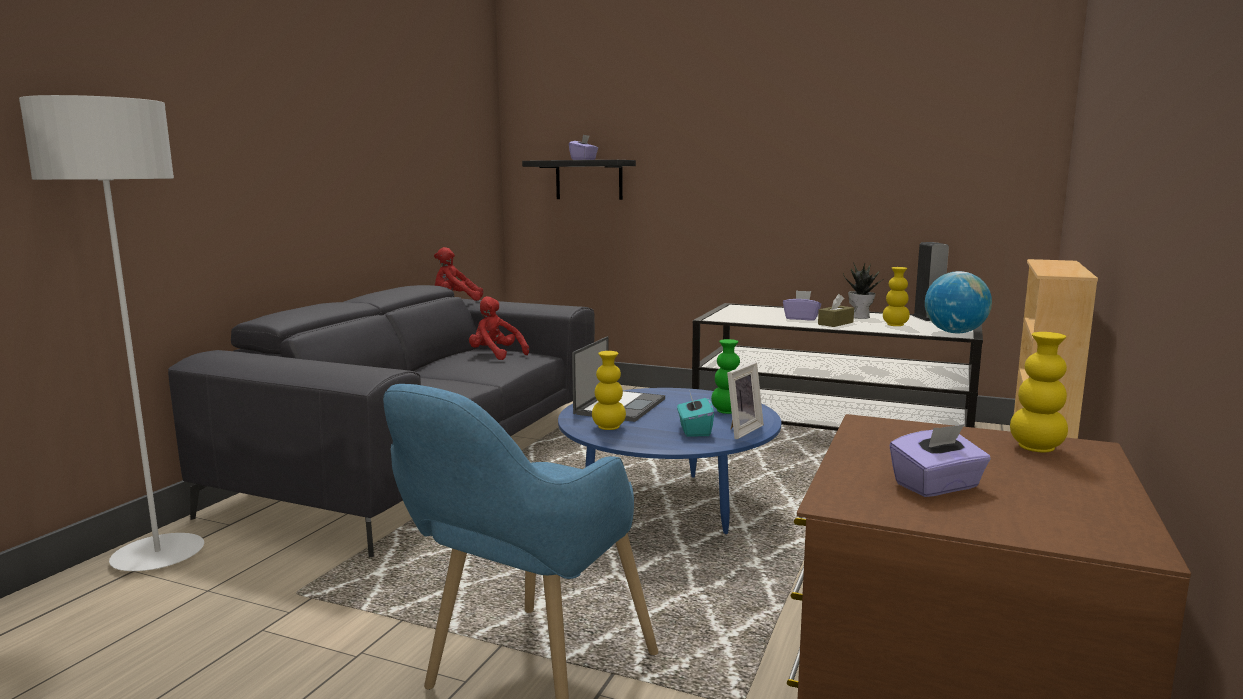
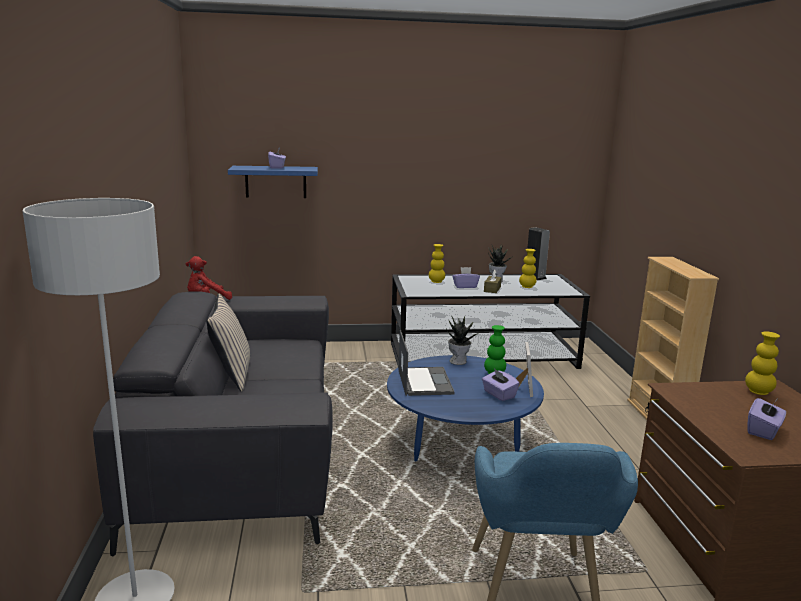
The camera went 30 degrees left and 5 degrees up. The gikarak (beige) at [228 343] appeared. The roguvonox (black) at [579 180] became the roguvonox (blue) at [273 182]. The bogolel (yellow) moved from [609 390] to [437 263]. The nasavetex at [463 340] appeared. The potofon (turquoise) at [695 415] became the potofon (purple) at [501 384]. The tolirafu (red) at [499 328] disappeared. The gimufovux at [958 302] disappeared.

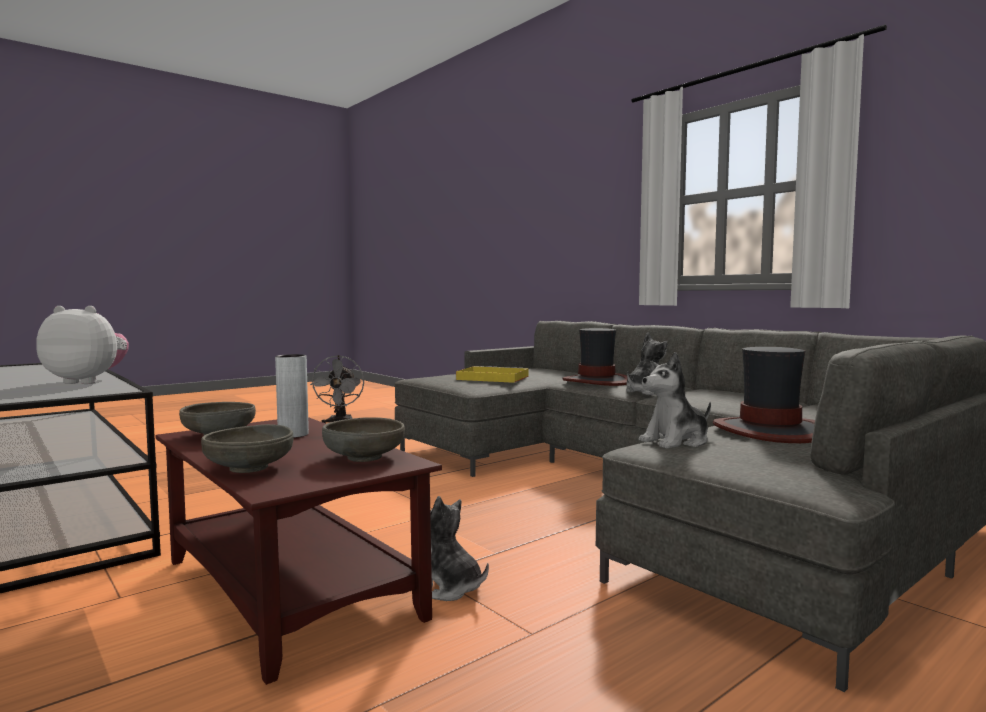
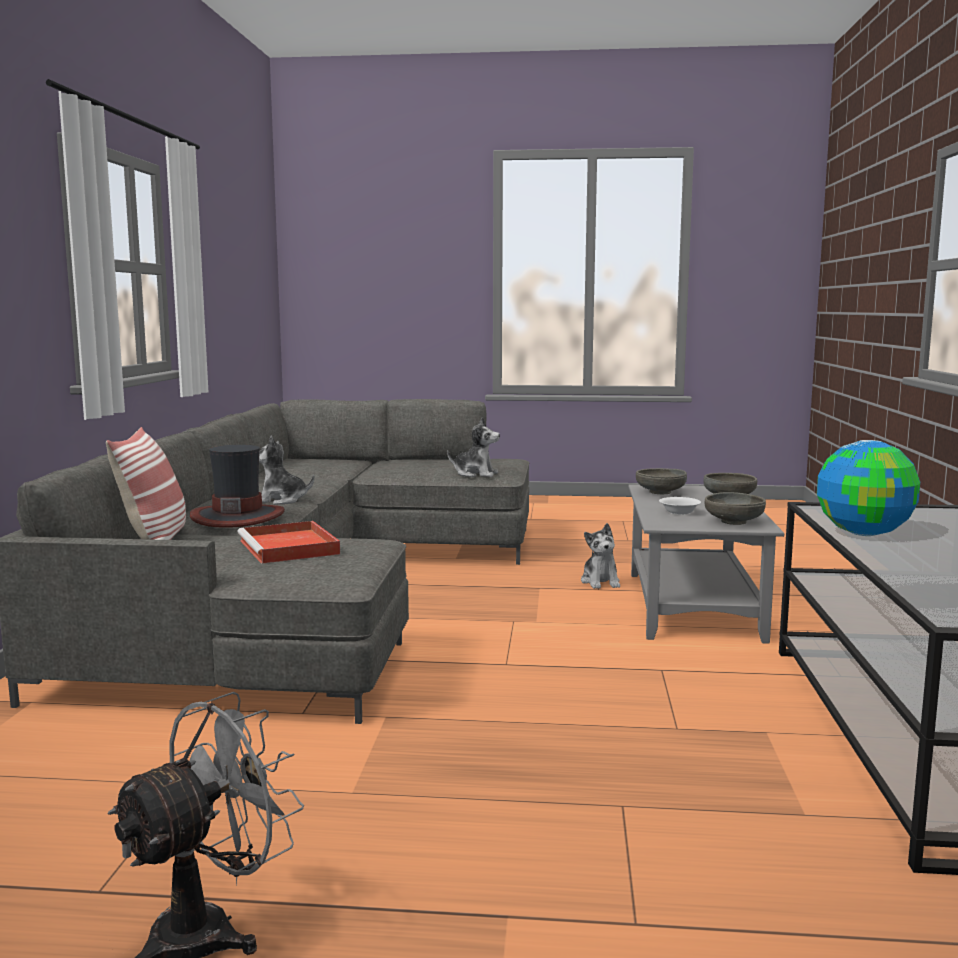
The camera went 135 degrees left and 5 degrees up. The gikarak at [146 483] appeared. The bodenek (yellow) at [492 374] became the bodenek (red) at [289 542]. The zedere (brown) at [299 551] became the zedere (grey) at [706 564]. The bogolel (grey) at [292 396] was replaced by the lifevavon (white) at [680 506]. The tolirafu at [82 345] was replaced by the gimufovux at [868 488]. The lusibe at [764 395] disappeared.

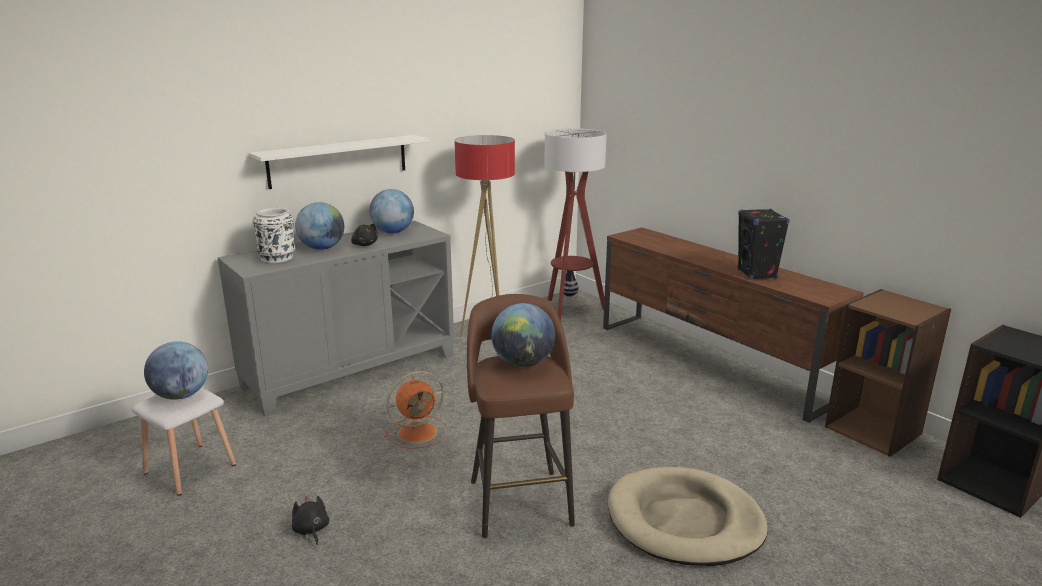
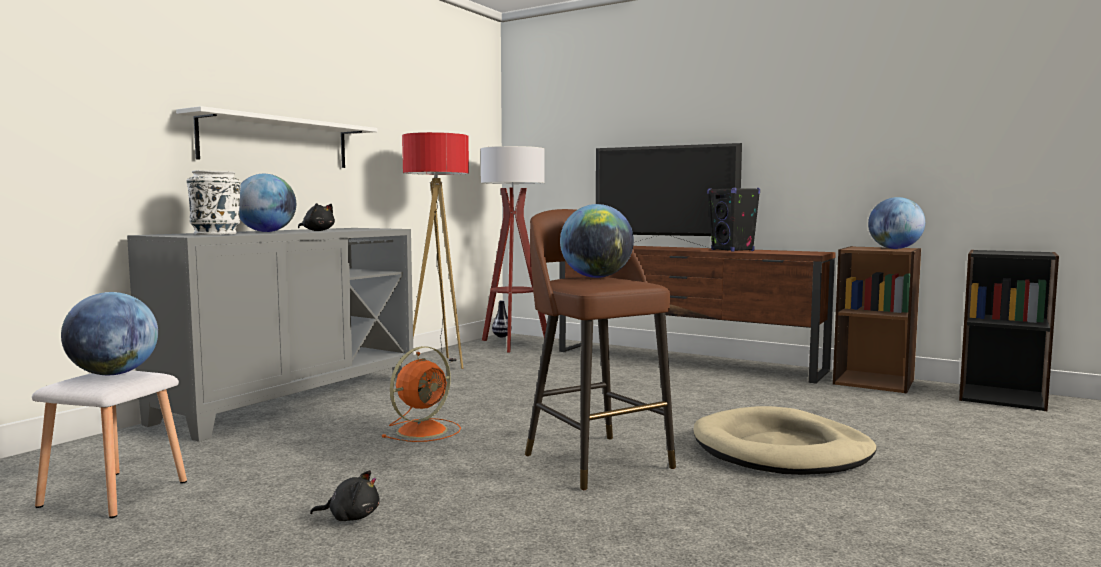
The camera went 20 degrees left and 15 degrees down. The tolirafu (black) at [310 520] turned 135 degrees clockwise. The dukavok at [669 195] appeared. The gimufovux moved from [391 211] to [896 223].

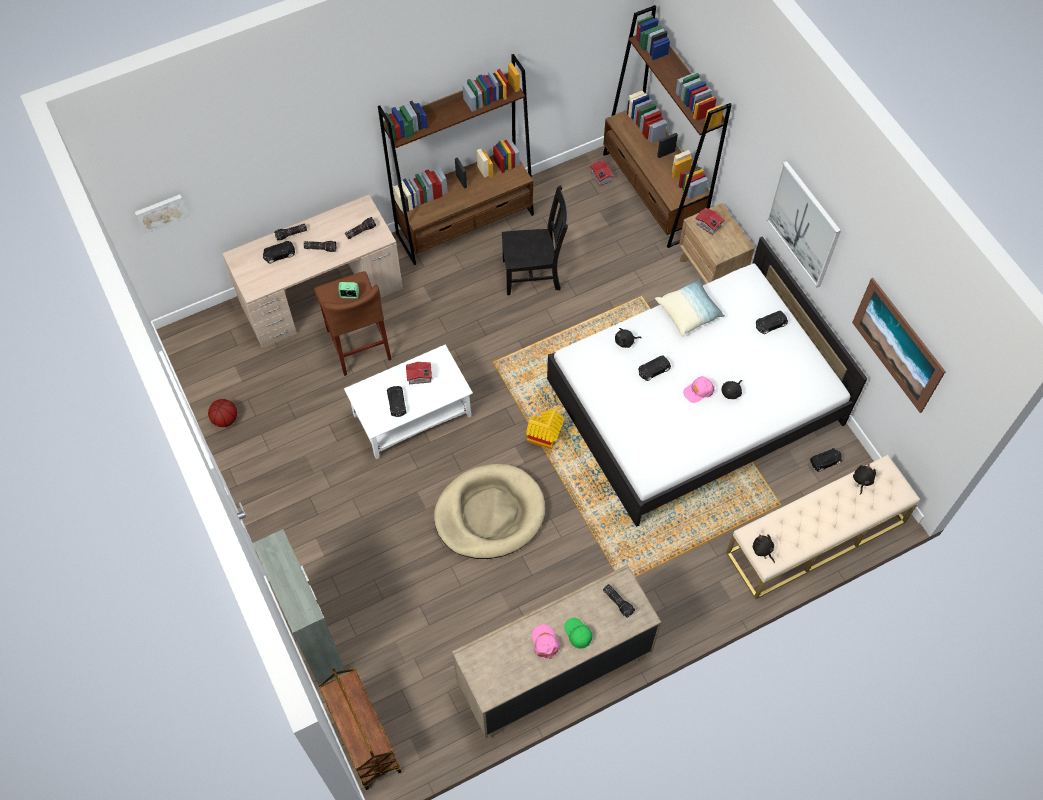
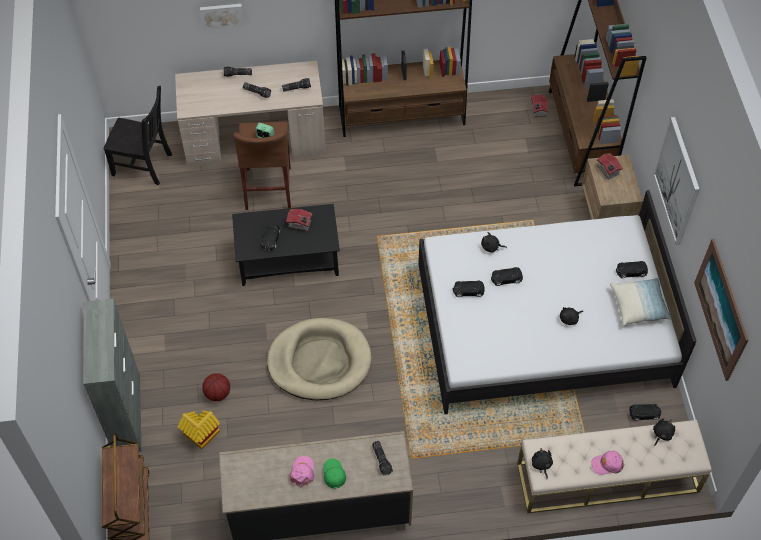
The camera went 20 degrees right and 5 degrees down. The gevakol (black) moved from [535 240] to [137 135]. The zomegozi moved from [545 429] to [199 430]. The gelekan moved from [162 214] to [222 17]. The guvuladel moved from [222 413] to [216 387]. The zedere (white) at [408 402] became the zedere (black) at [286 245]. The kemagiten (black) moved from [279 252] to [468 288]. The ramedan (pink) moved from [699 389] to [608 462]. The gikarak moved from [690 307] to [641 302].

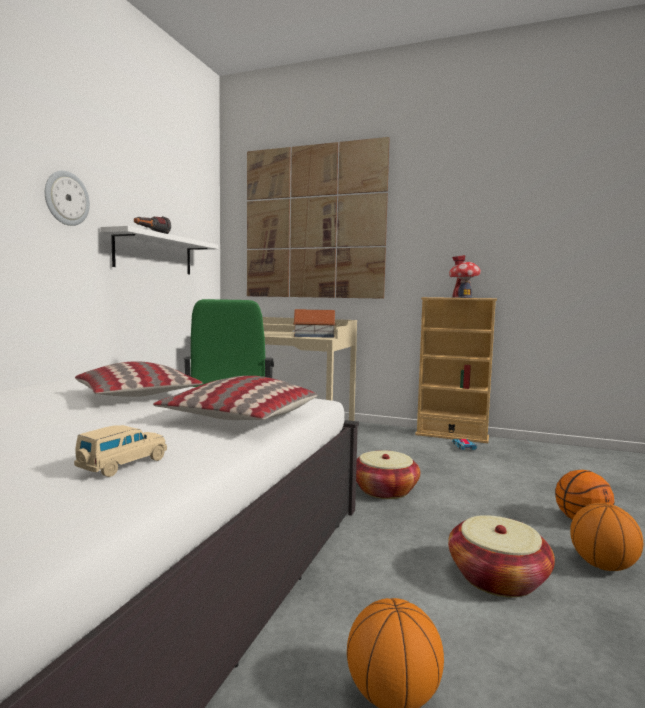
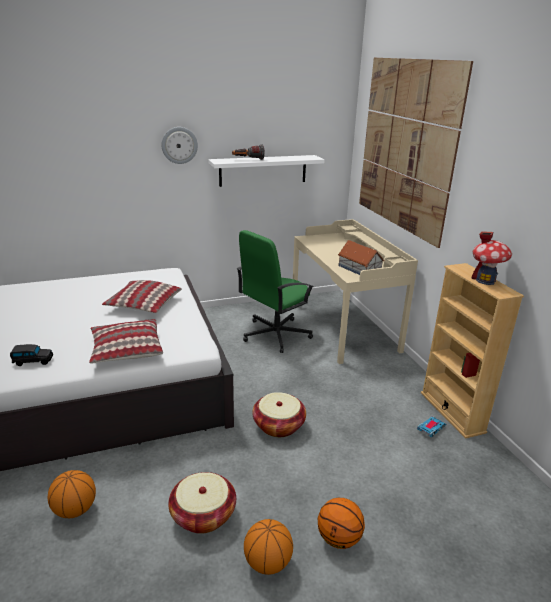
The camera went 50 degrees right and 20 degrees up. The kemagiten (beige) at [120 451] became the kemagiten (black) at [31 355].

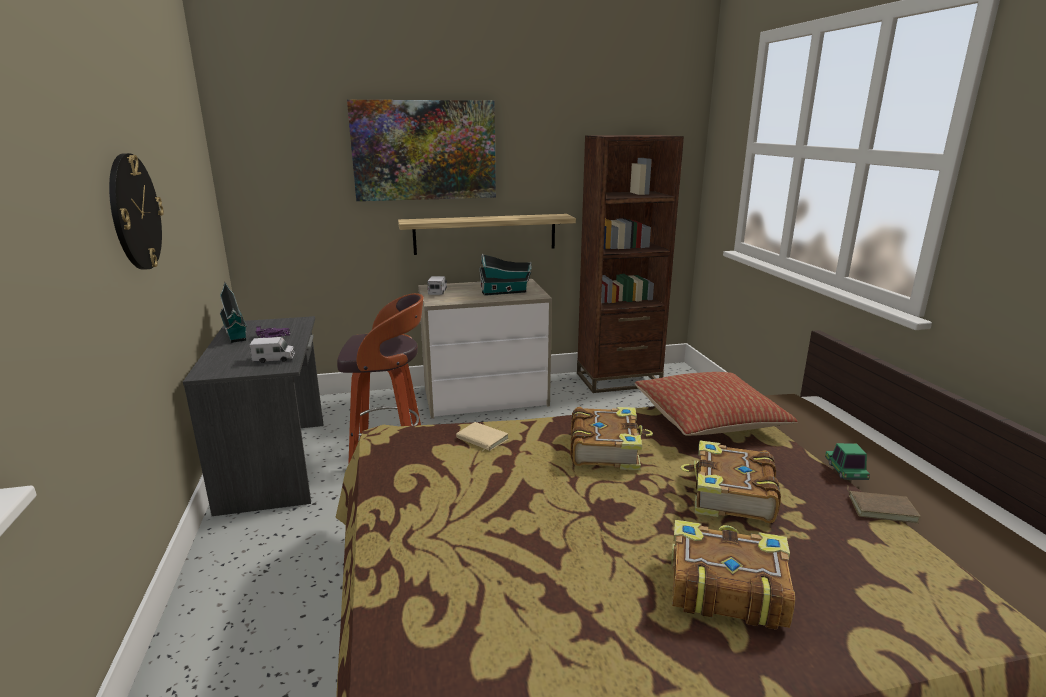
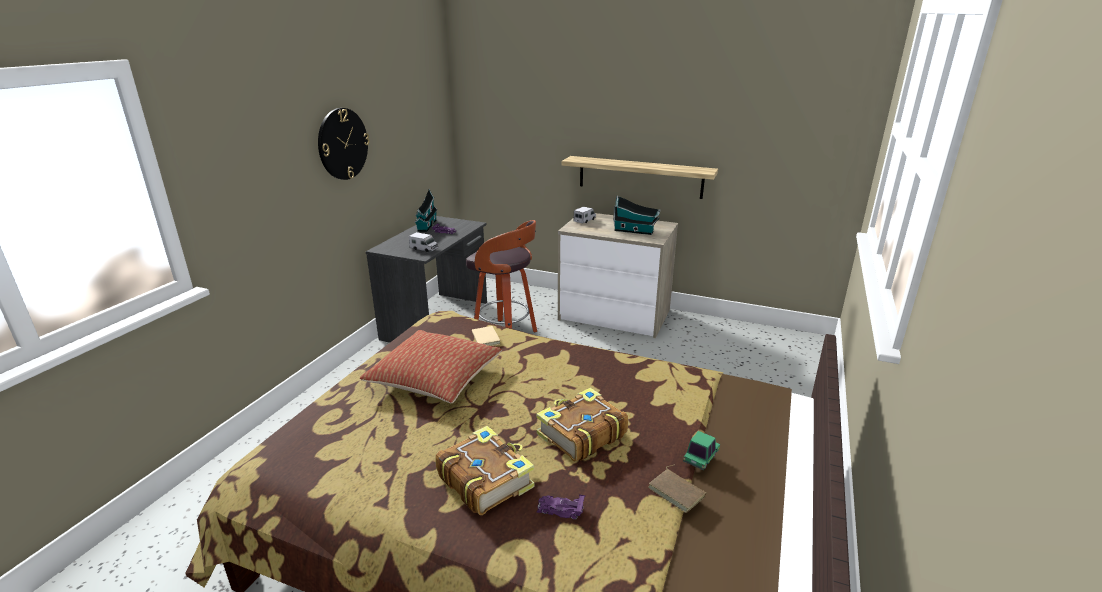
The camera went 35 degrees right and 5 degrees up. The gikarak moved from [716 404] to [431 366]. The kemagiten (purple) at [561 507] appeared. The gelekan at [421 150] disappeared. The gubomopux at [611 438] disappeared. The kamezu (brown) at [630 264] disappeared.

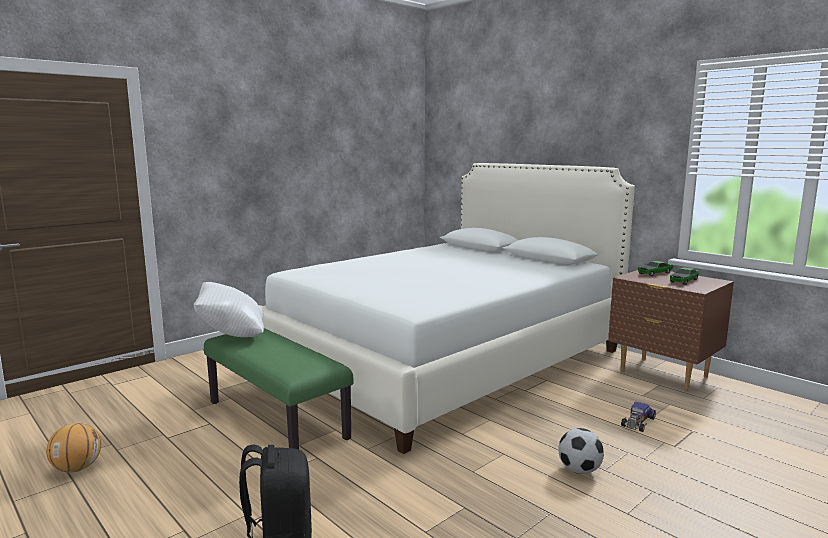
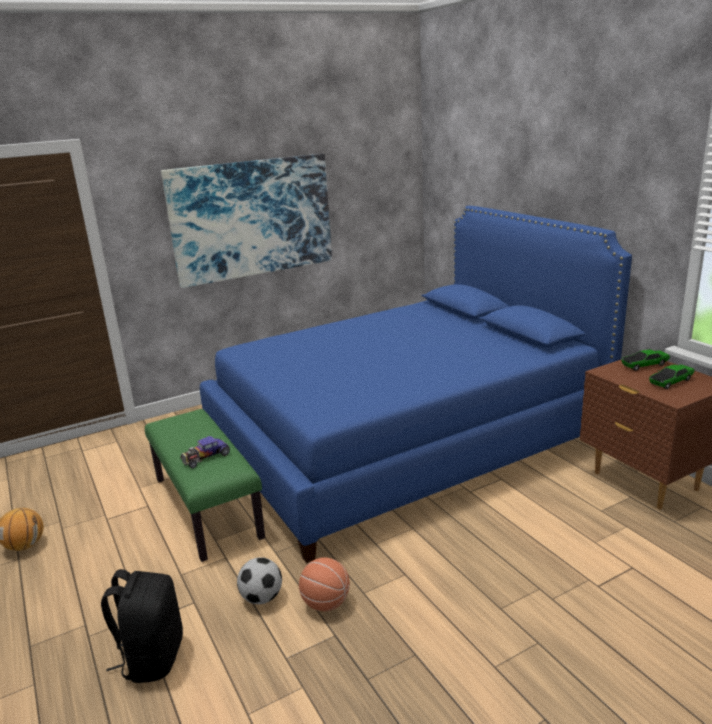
The camera went 15 degrees right and 10 degrees up. The gelekan at [246 221] appeared. The kemagiten moved from [638 417] to [205 452]. The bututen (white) at [446 308] became the bututen (blue) at [416 384]. The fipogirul moved from [581 451] to [259 580]. The guvuladel at [324 584] appeared. The gikarak (white) at [229 309] disappeared.

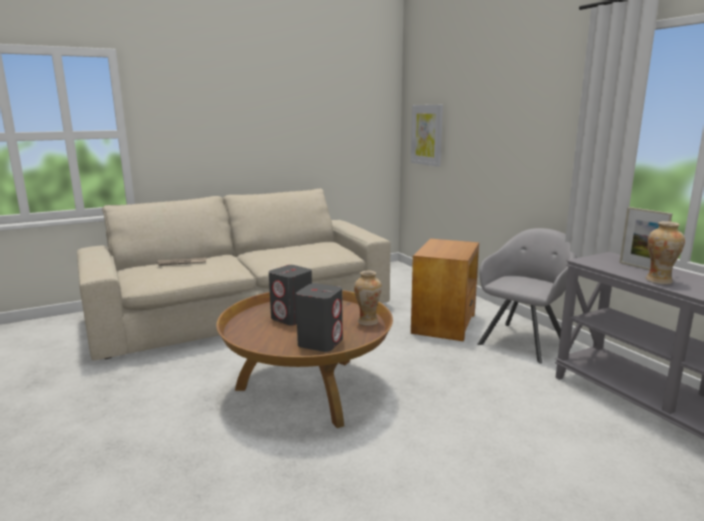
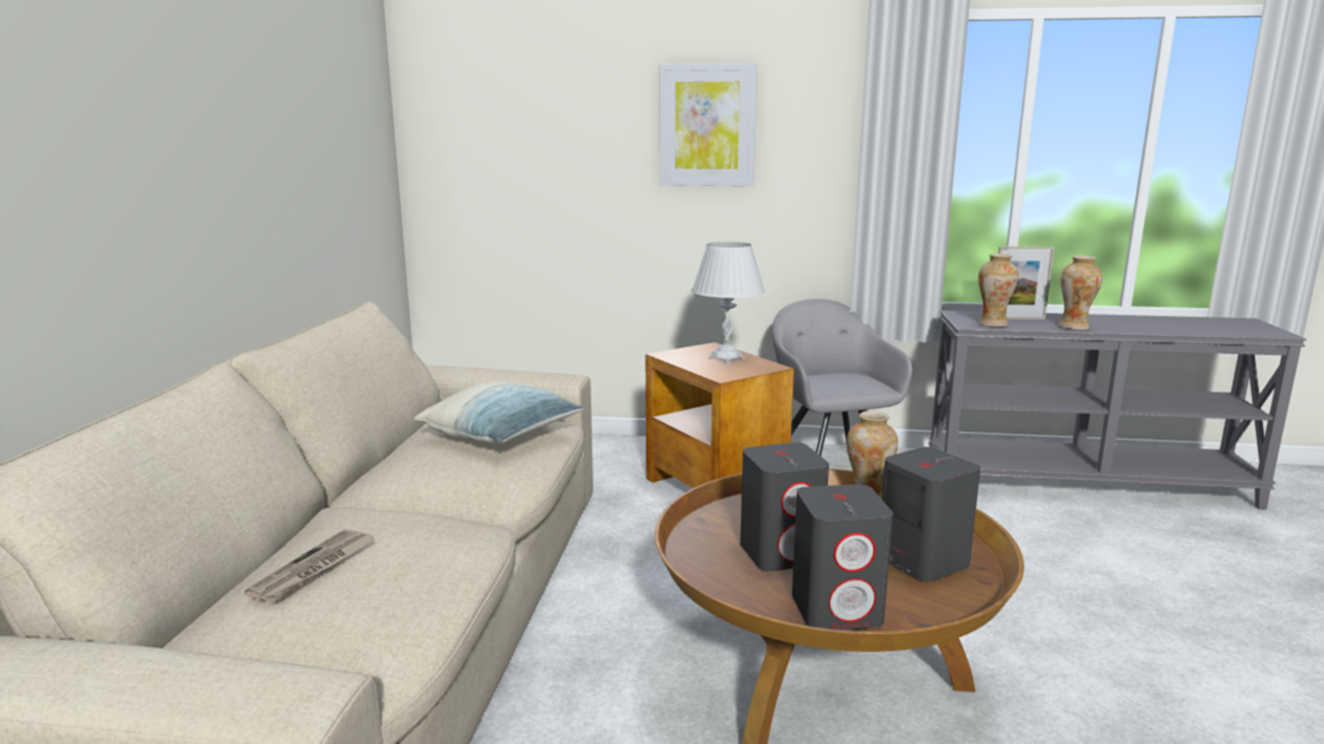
The camera went 55 degrees left and 0 degrees up. The gikarak at [499 413] appeared. The gelekan moved from [427 136] to [708 124]. The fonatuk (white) at [728 303] appeared. The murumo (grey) at [842 557] appeared. The bogolel at [998 290] appeared.

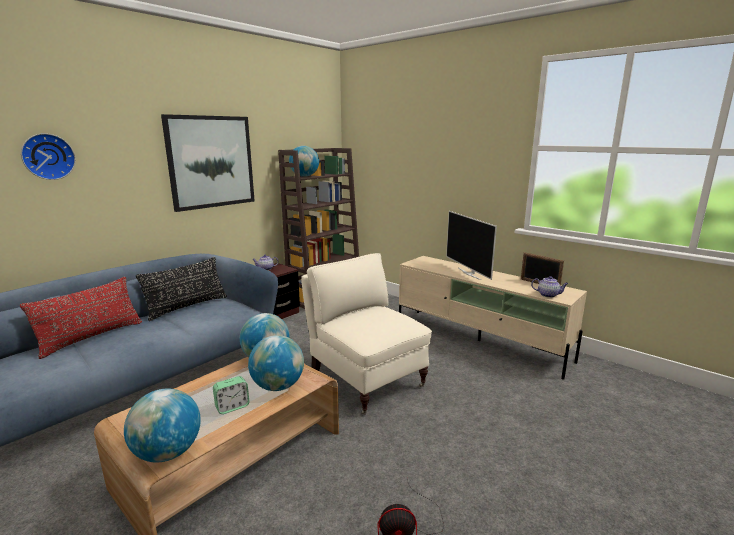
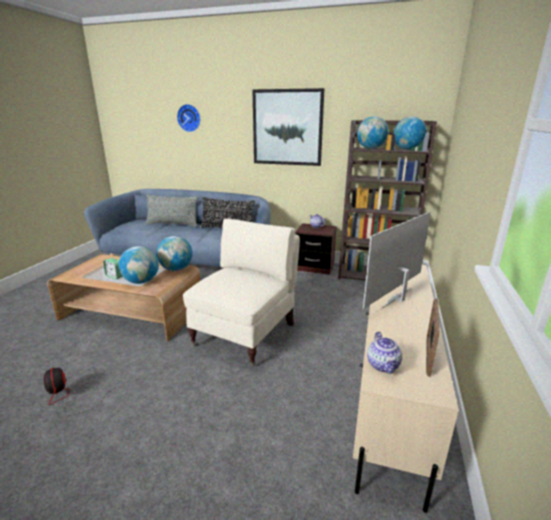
The camera went 65 degrees right and 5 degrees up. The gikarak (red) at [81 318] became the gikarak (grey) at [172 210]. The gimufovux moved from [162 425] to [410 133].

